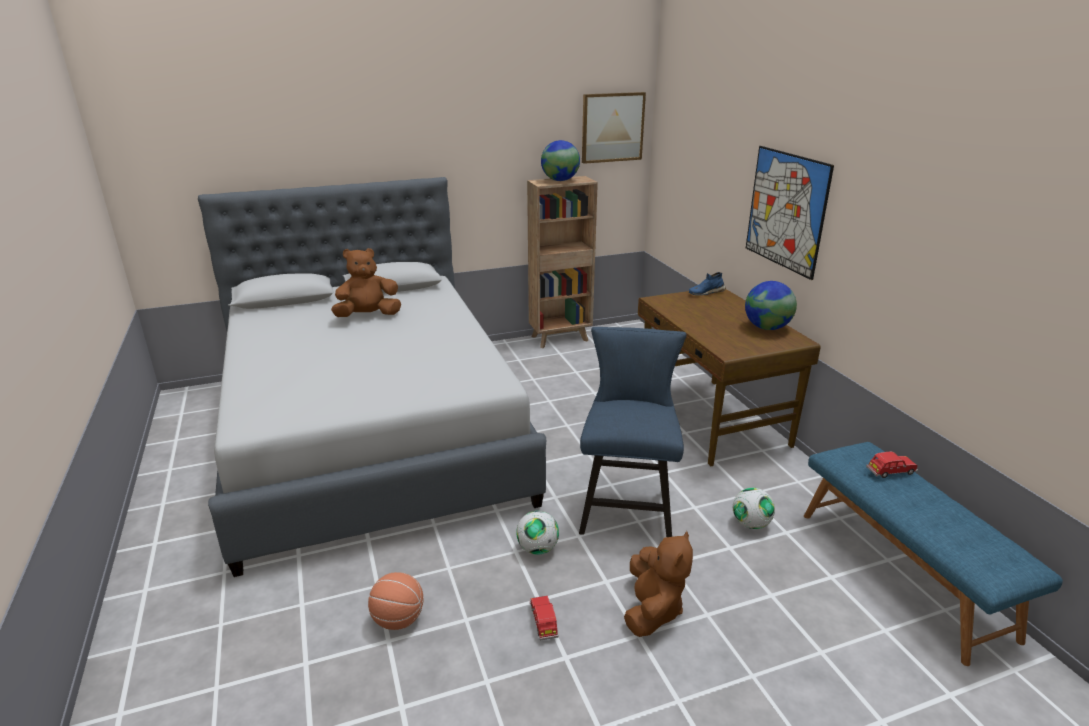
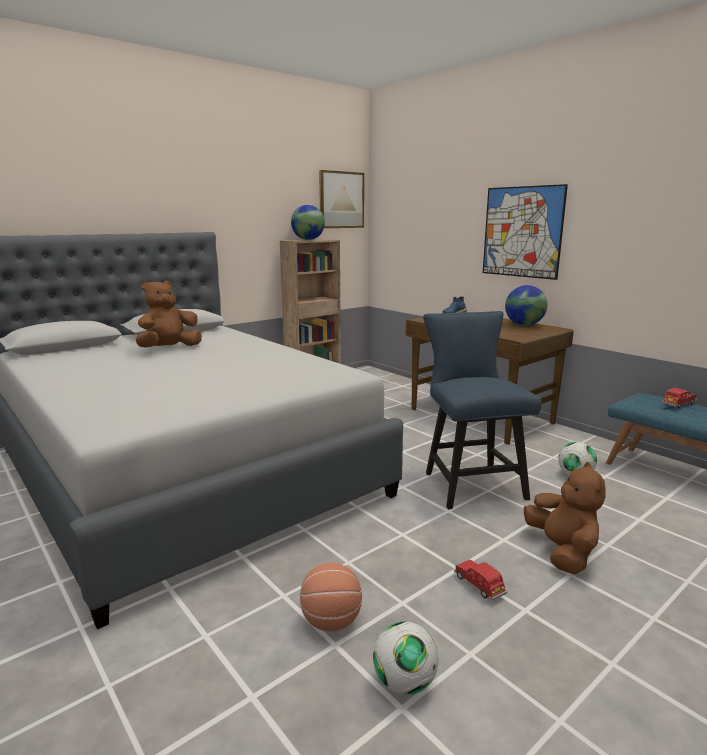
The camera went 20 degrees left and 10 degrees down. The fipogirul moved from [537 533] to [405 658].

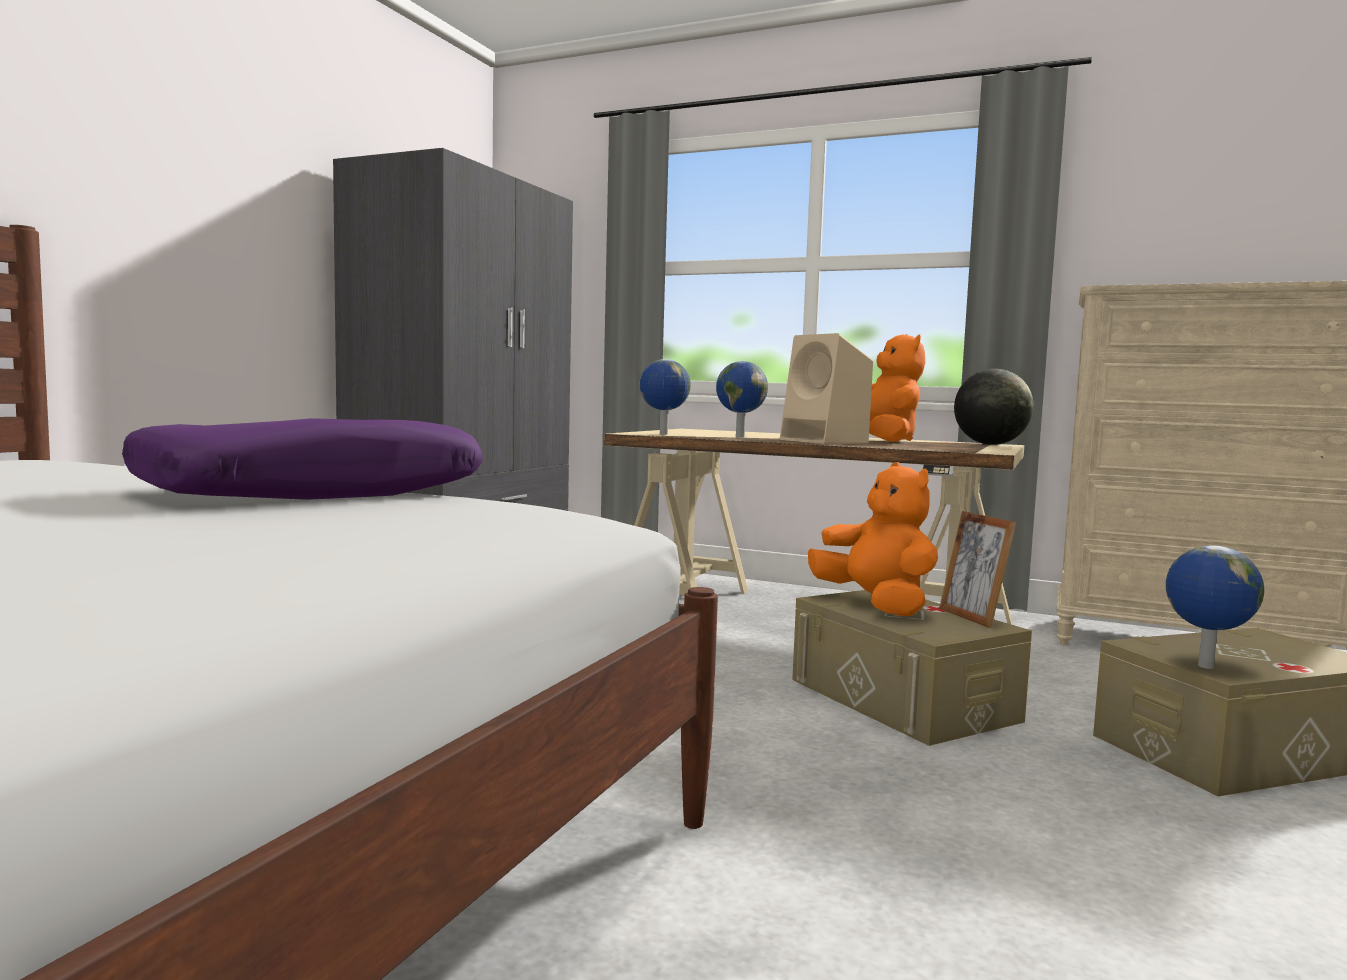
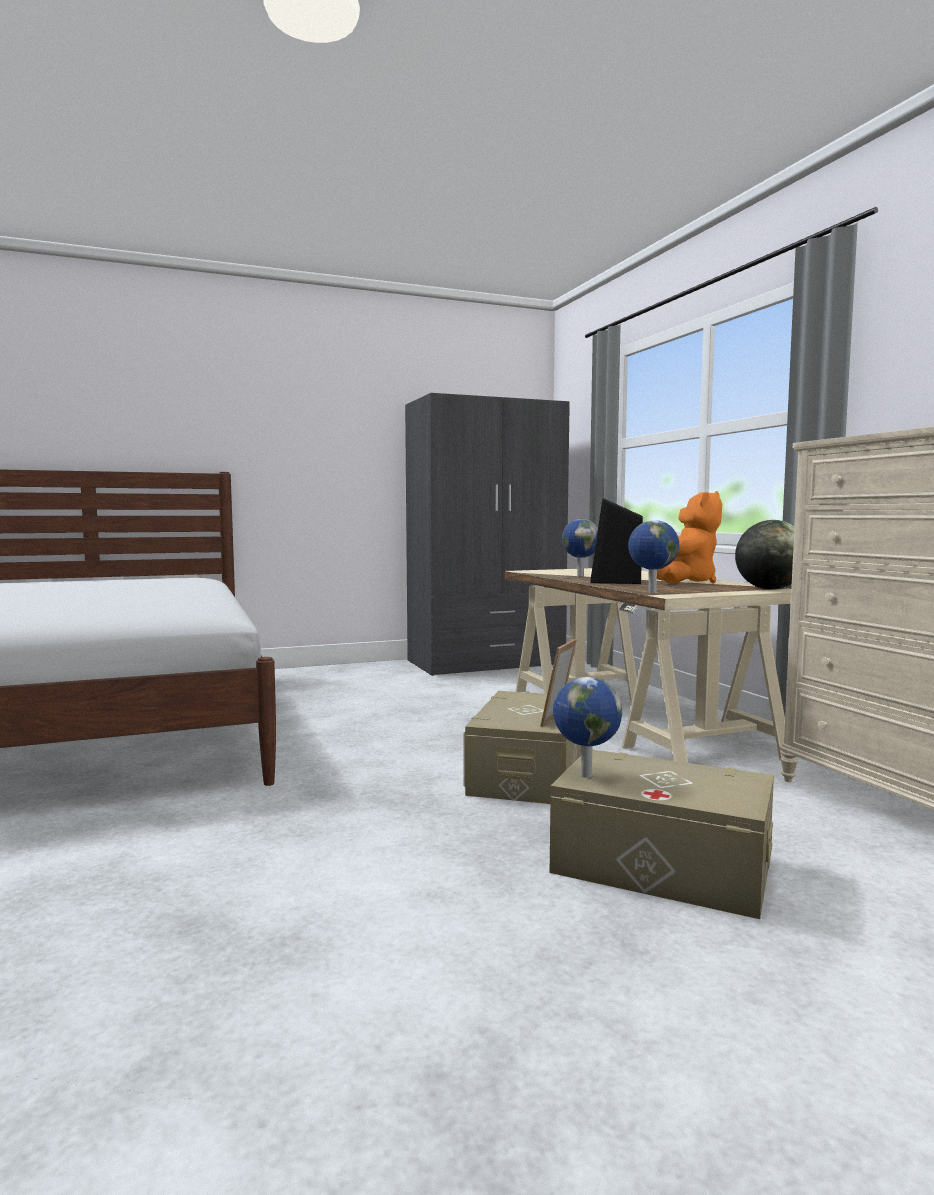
The camera went 45 degrees right and 0 degrees up. The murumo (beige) at [826 388] became the murumo (black) at [616 541]. The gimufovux moved from [665 397] to [653 556]. The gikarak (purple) at [302 459] disappeared. The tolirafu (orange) at [873 539] disappeared.

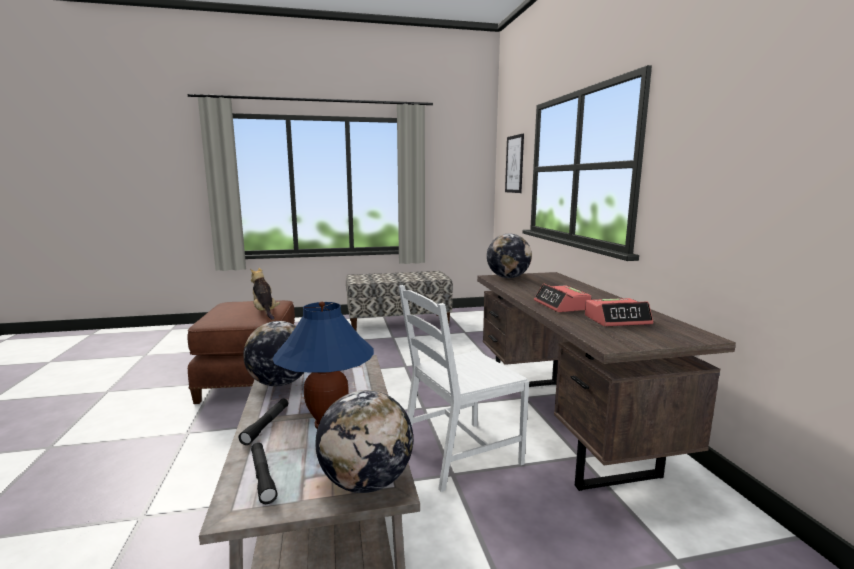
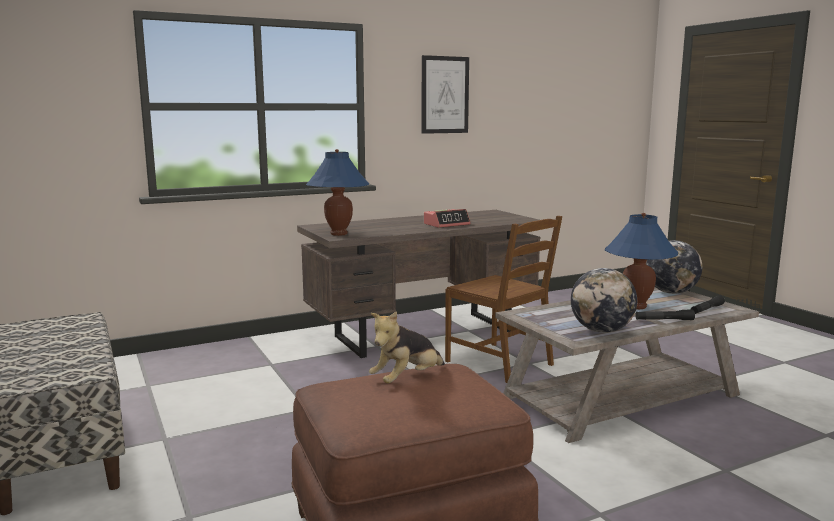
The camera went 105 degrees left and 0 degrees up. The gimufovux at [509 256] was replaced by the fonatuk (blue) at [337 192]. The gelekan moved from [514 163] to [445 94]. The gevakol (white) at [463 388] became the gevakol (brown) at [503 299]. The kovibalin at [619 312] disappeared.

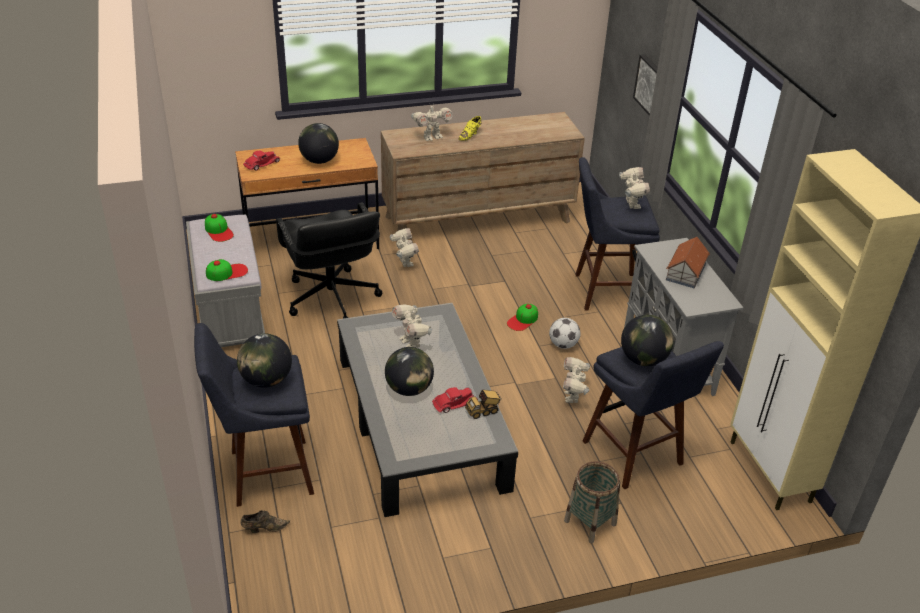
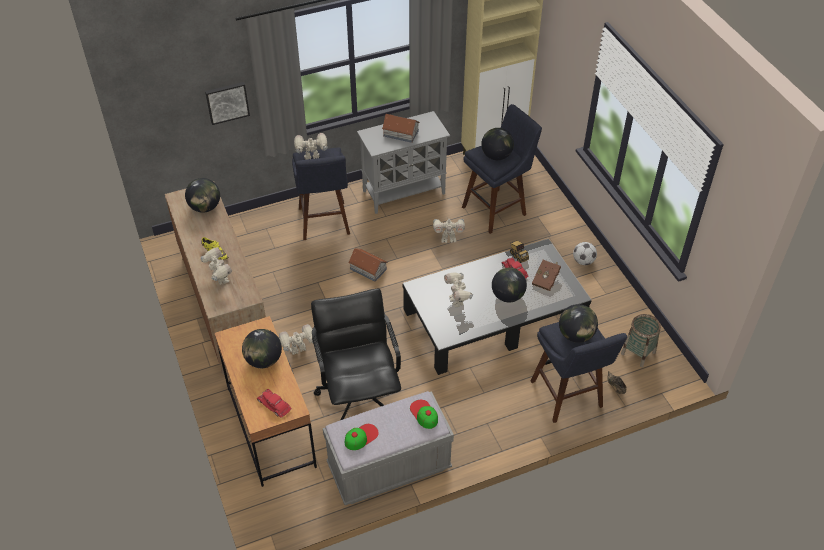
The camera went 95 degrees left and 10 degrees up. The gimufovux at [202 195] appeared. The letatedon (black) at [329 260] turned 75 degrees counterclockwise. The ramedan at [522 317] was replaced by the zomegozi at [368 265]. The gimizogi at [412 326] turned 105 degrees clockwise. The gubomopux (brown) at [546 275] appeared. The fipogirul moved from [565 333] to [585 253]. The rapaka moved from [592 502] to [641 340].

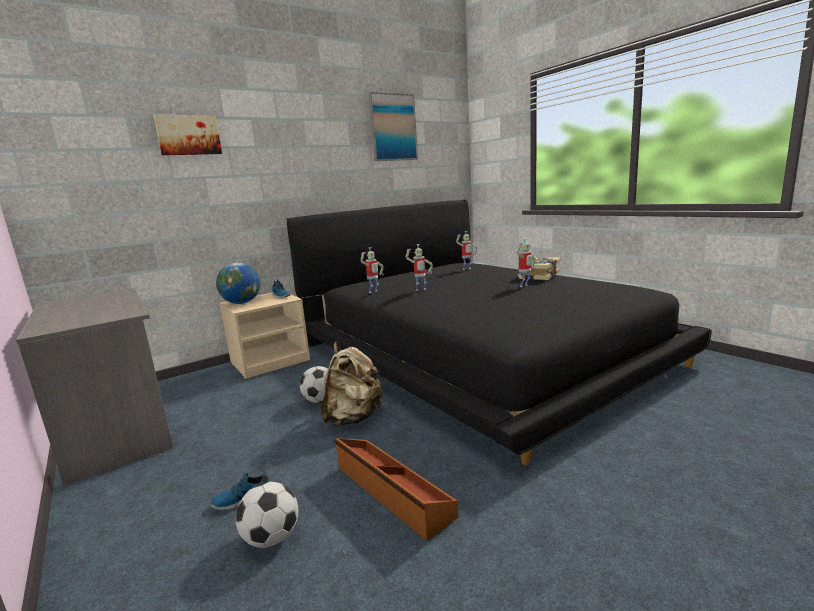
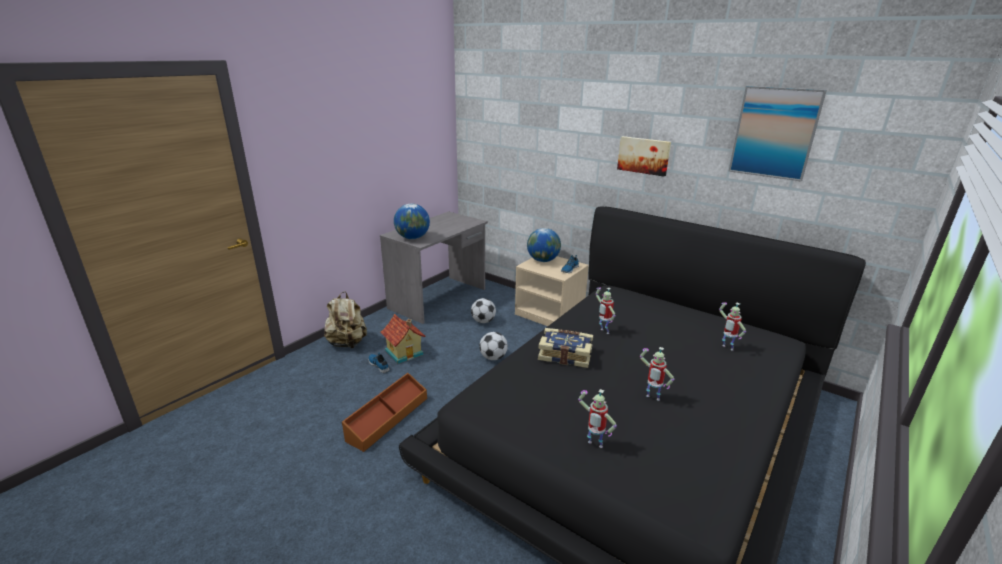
The camera went 70 degrees right and 10 degrees up. The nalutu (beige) moved from [352 384] to [345 320]. The zomegozi at [402 339] appeared. The gimufovux at [412 221] appeared. The fipogirul moved from [267 515] to [483 310]. The gubomopux moved from [539 268] to [565 348]. The gimizogi moved from [372 270] to [597 418]. The gelekan moved from [187 134] to [644 156].

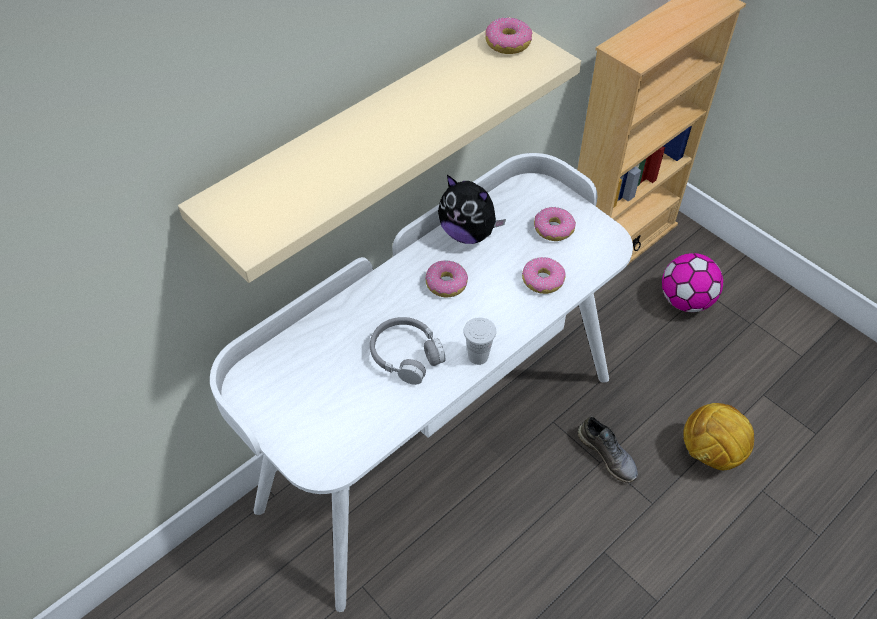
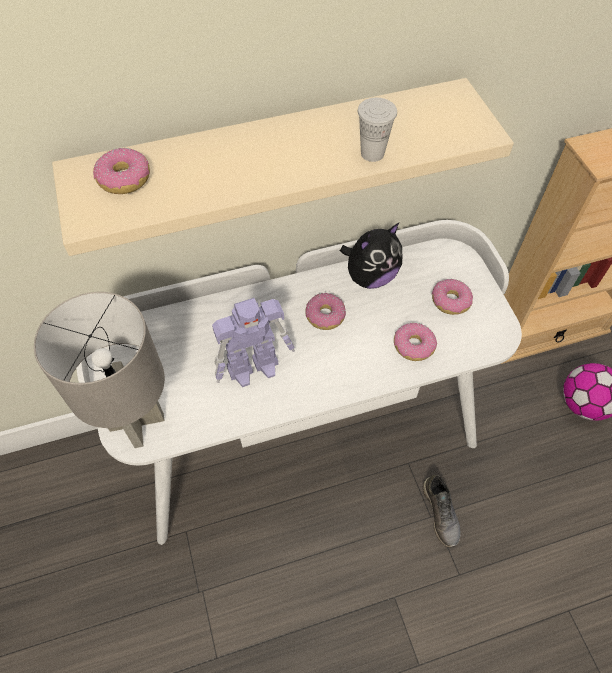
The camera went 25 degrees right and 5 degrees up. The fonatuk (grey) at [99 370] appeared. The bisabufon moved from [508 35] to [121 170]. The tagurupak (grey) at [408 351] was replaced by the gimizogi at [253 342]. The tolirafu at [472 209] turned 90 degrees counterclockwise. The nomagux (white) moved from [479 341] to [377 130]. The fipogirul at [718 436] disappeared.

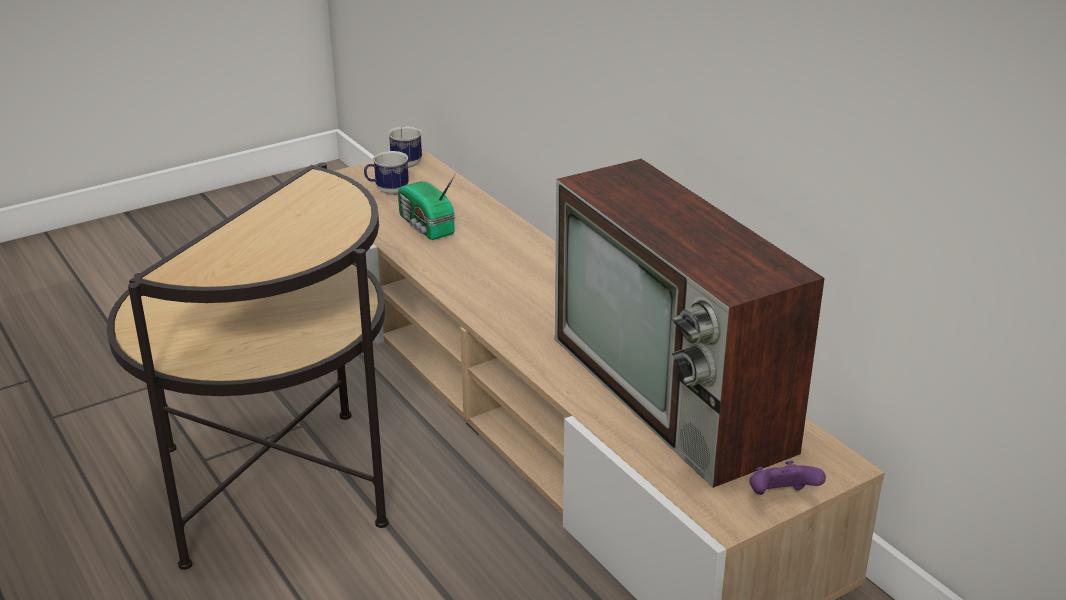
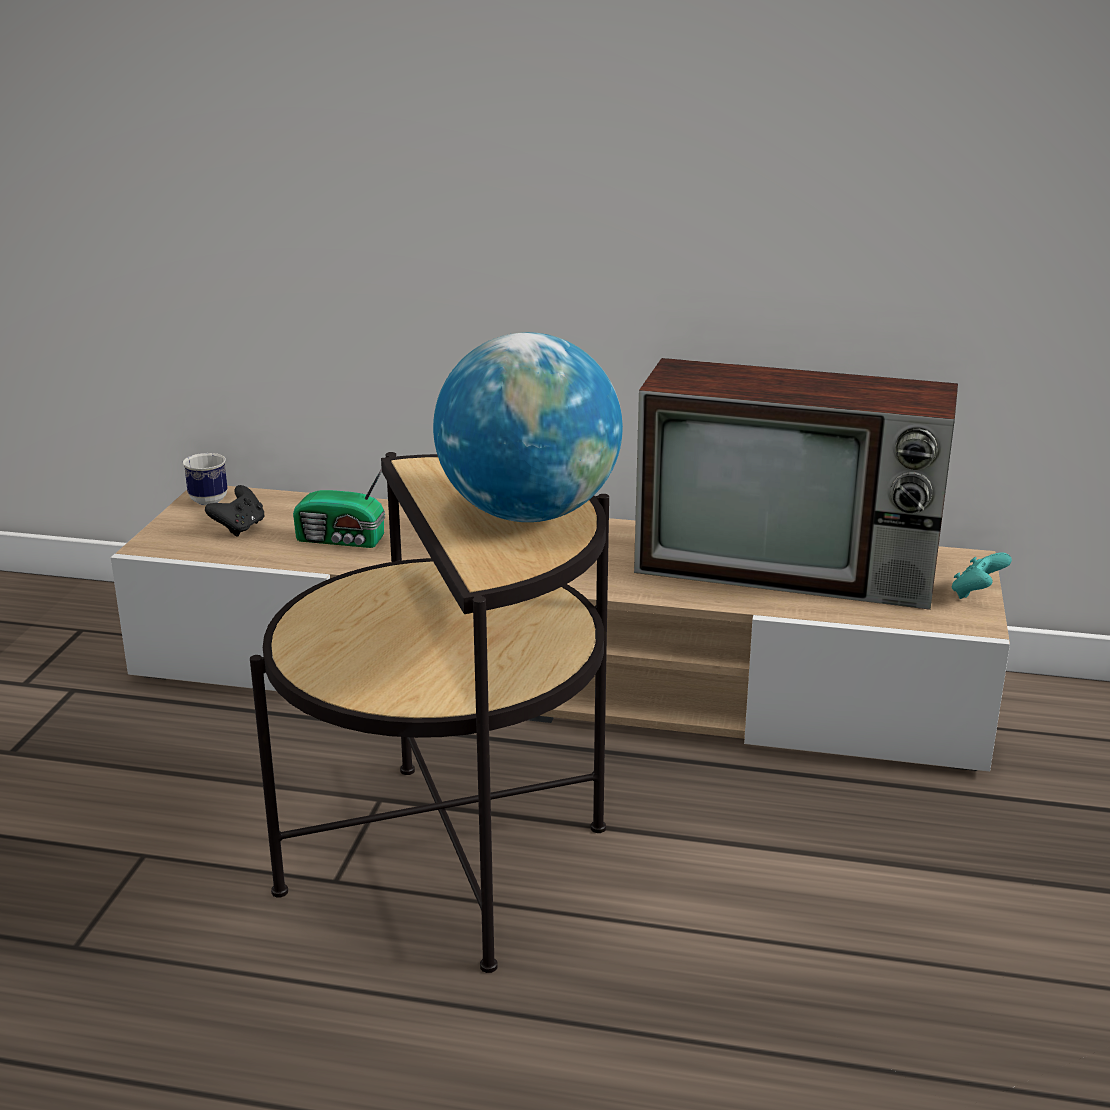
The camera went 45 degrees left and 5 degrees down. The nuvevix at [386 173] was replaced by the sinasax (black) at [235 511]. The gimufovux at [528 427] appeared. The sinasax (purple) at [788 478] became the sinasax (turquoise) at [982 576].

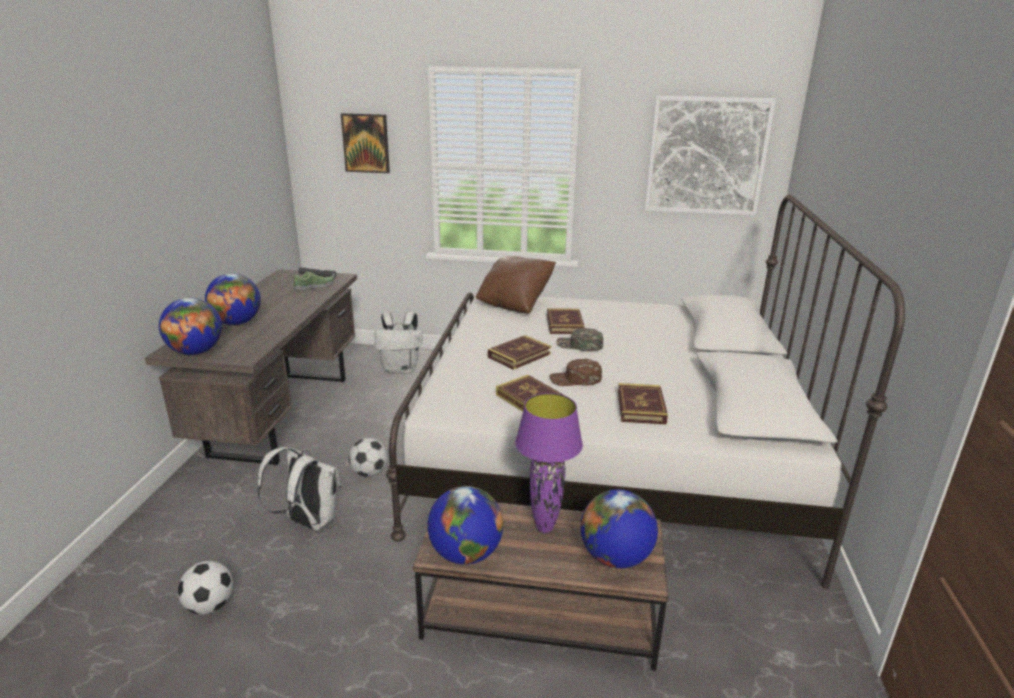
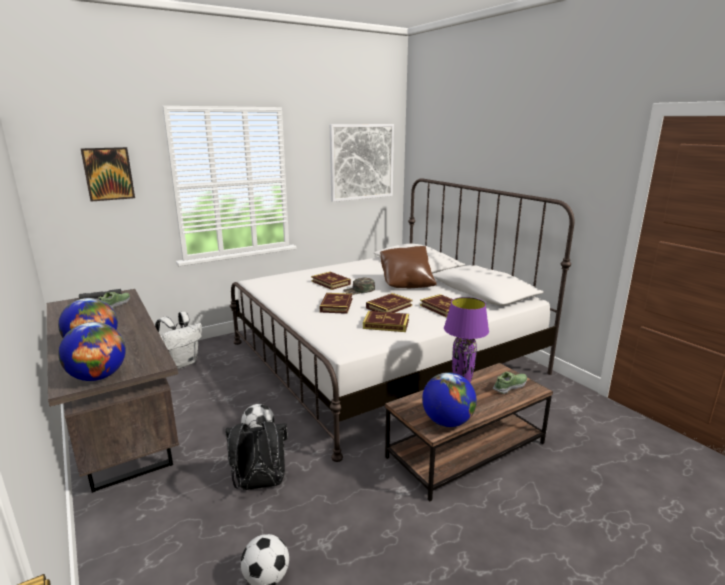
The camera went 40 degrees left and 5 degrees down. The nalutu (white) at [299 489] became the nalutu (black) at [256 455]. The ramedan (brown) at [575 372] was replaced by the gubomopux at [389 303]. The gikarak (brown) moved from [516 285] to [408 267]. The gimufovux at [619 528] was replaced by the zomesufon at [510 383].

